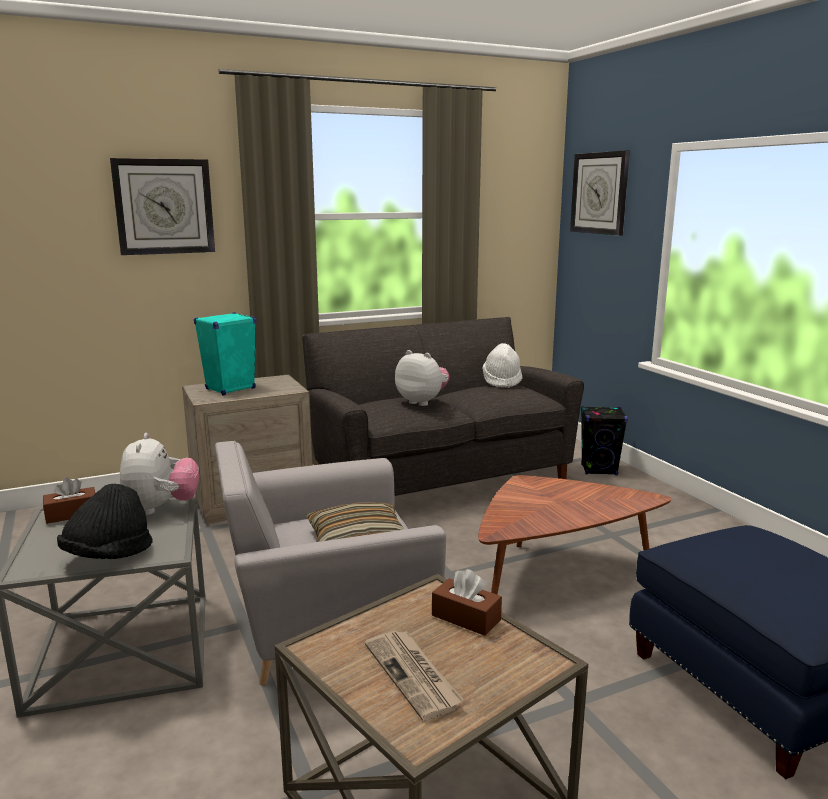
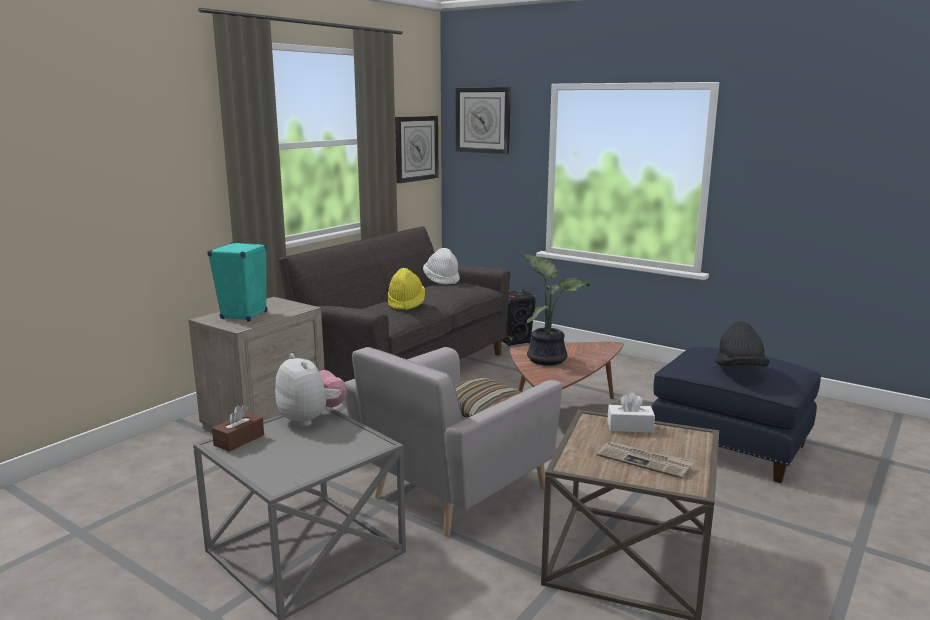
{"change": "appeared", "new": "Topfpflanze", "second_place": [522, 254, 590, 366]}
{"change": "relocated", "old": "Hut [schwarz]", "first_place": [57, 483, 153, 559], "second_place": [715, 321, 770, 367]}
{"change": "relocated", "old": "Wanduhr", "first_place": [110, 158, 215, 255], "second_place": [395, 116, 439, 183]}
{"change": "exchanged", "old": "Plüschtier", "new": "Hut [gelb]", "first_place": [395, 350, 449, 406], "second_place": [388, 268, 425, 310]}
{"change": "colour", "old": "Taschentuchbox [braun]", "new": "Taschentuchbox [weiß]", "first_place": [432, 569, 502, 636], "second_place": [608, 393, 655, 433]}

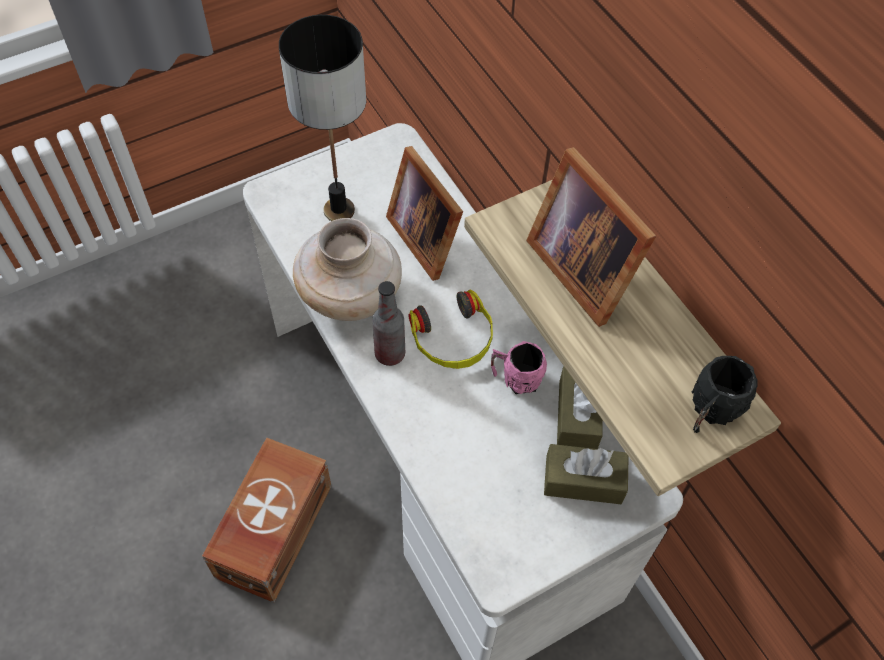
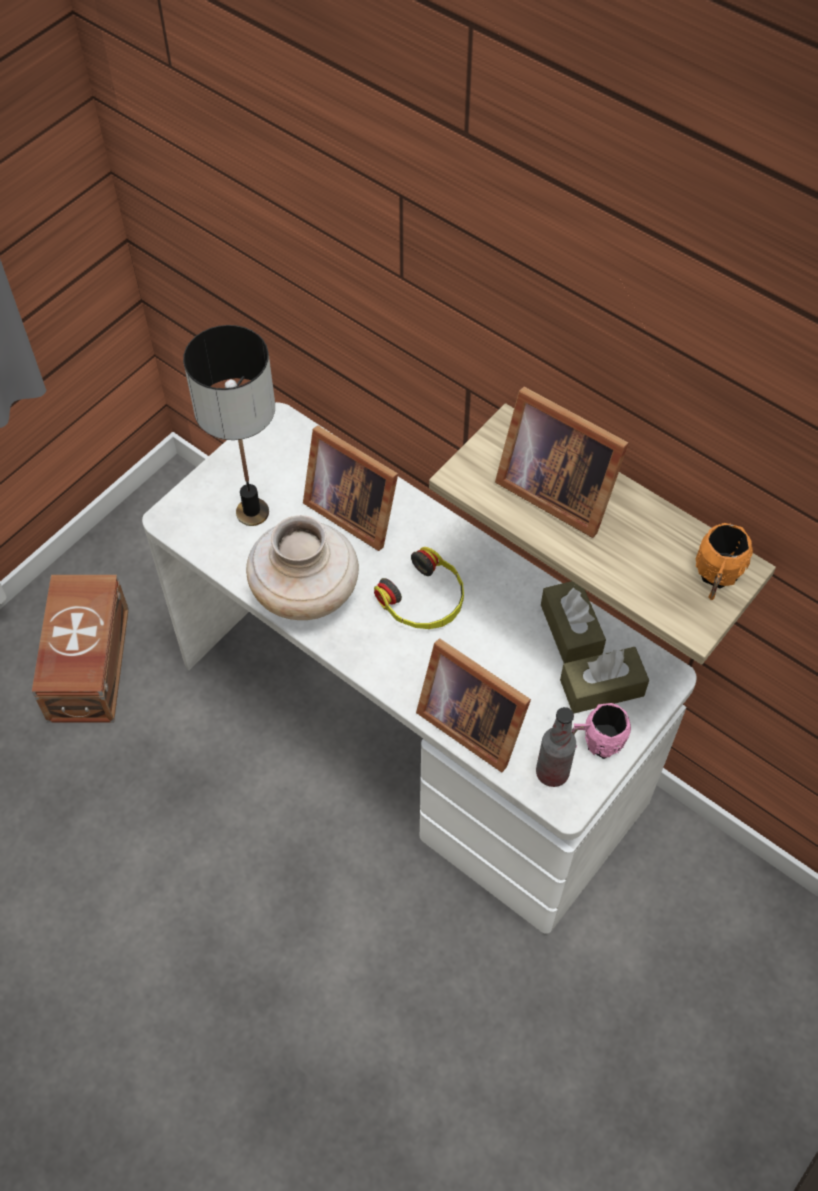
{"change": "appeared", "new": "Bilderrahmen", "second_place": [416, 638, 531, 772]}
{"change": "relocated", "old": "Aufbewahrungsbox [braun]", "first_place": [202, 438, 331, 603], "second_place": [32, 575, 129, 723]}
{"change": "relocated", "old": "Flasche", "first_place": [372, 281, 405, 366], "second_place": [536, 707, 576, 787]}
{"change": "relocated", "old": "Henkelbecher [rosa]", "first_place": [491, 341, 547, 394], "second_place": [572, 703, 631, 759]}
{"change": "colour", "old": "Henkelbecher [schwarz]", "new": "Henkelbecher [orange]", "first_place": [692, 356, 757, 433], "second_place": [696, 523, 753, 600]}

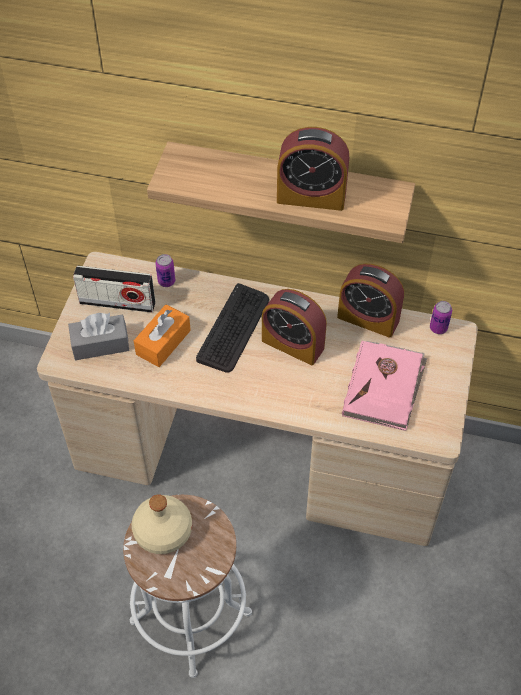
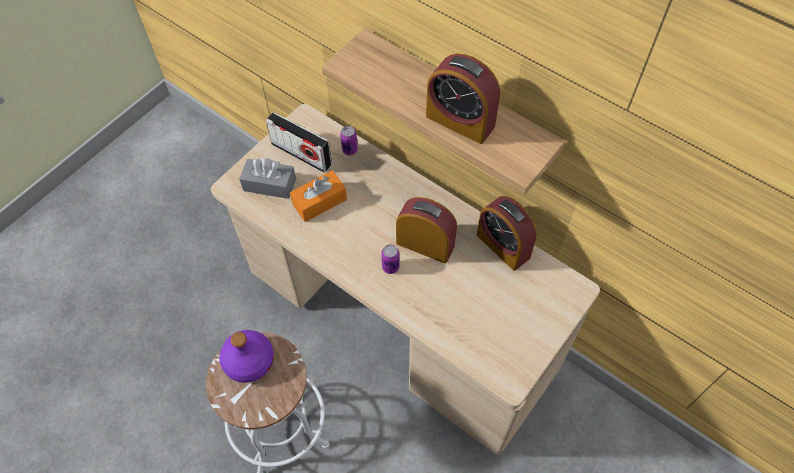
{"change": "missing", "old": "Tastatur", "first_place": [196, 283, 269, 373]}
{"change": "missing", "old": "Buch [rosa]", "first_place": [342, 341, 427, 431]}
{"change": "relocated", "old": "Dose", "first_place": [430, 301, 452, 334], "second_place": [381, 245, 400, 274]}
{"change": "colour", "old": "Flasche [beige]", "new": "Flasche [lila]", "first_place": [132, 494, 192, 554], "second_place": [219, 330, 274, 383]}
{"change": "spun", "old": "Wecker", "first_place": [262, 289, 327, 365], "second_place": [396, 197, 457, 263], "degrees": 150}

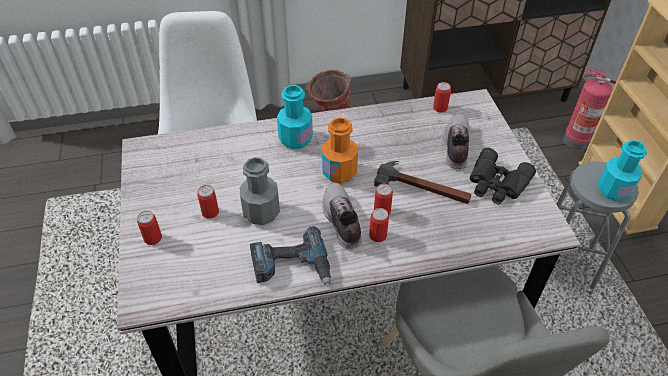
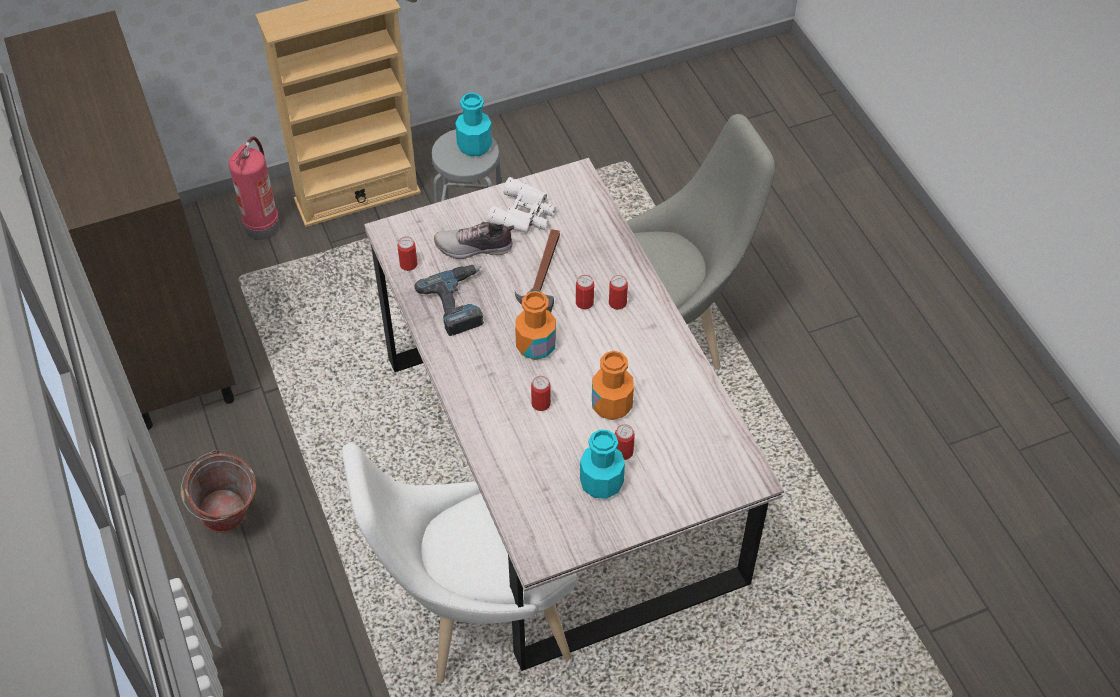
{"change": "missing", "old": "Schuh", "first_place": [322, 183, 362, 249]}
{"change": "relocated", "old": "Dose", "first_place": [137, 211, 162, 245], "second_place": [531, 376, 551, 411]}
{"change": "relocated", "old": "Bohrmaschine", "first_place": [250, 226, 331, 286], "second_place": [414, 265, 484, 336]}
{"change": "relocated", "old": "Flasche [türkis]", "first_place": [277, 85, 313, 149], "second_place": [580, 430, 625, 499]}
{"change": "colour", "old": "Flasche [grau]", "new": "Flasche [orange]", "first_place": [239, 157, 280, 225], "second_place": [592, 351, 634, 420]}
{"change": "colour", "old": "Fernglas [schwarz]", "new": "Fernglas [weiß]", "first_place": [470, 148, 536, 204], "second_place": [487, 177, 556, 233]}

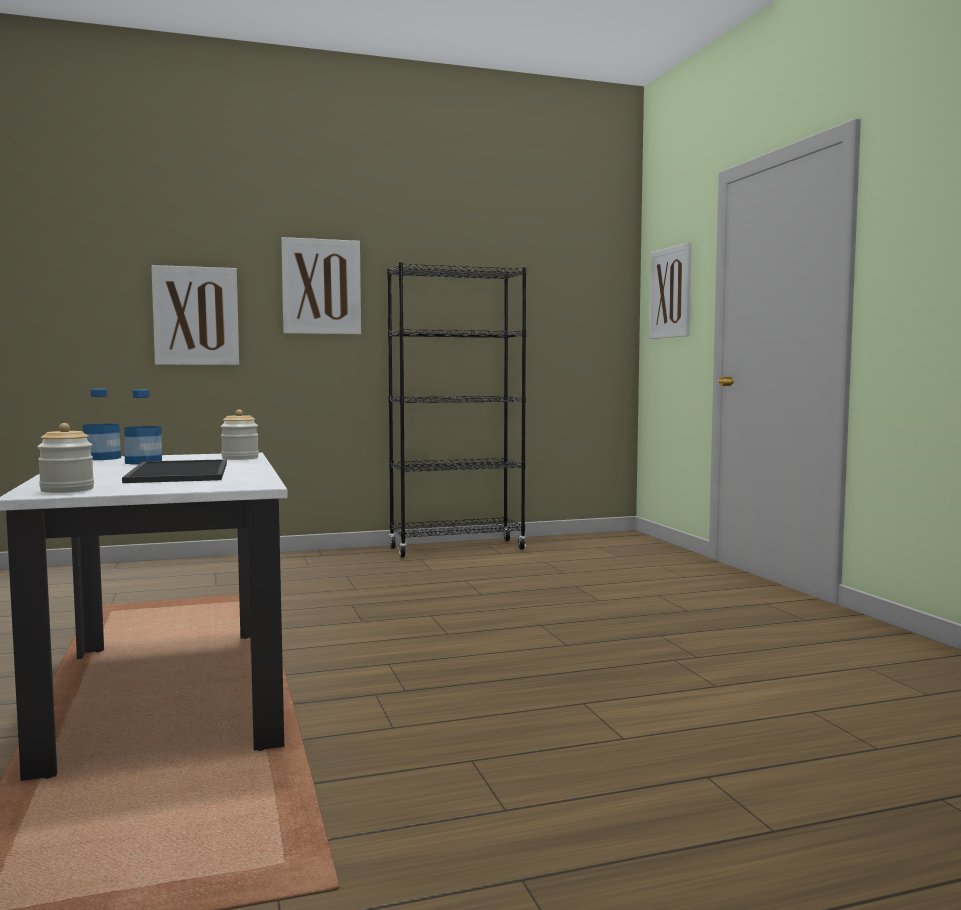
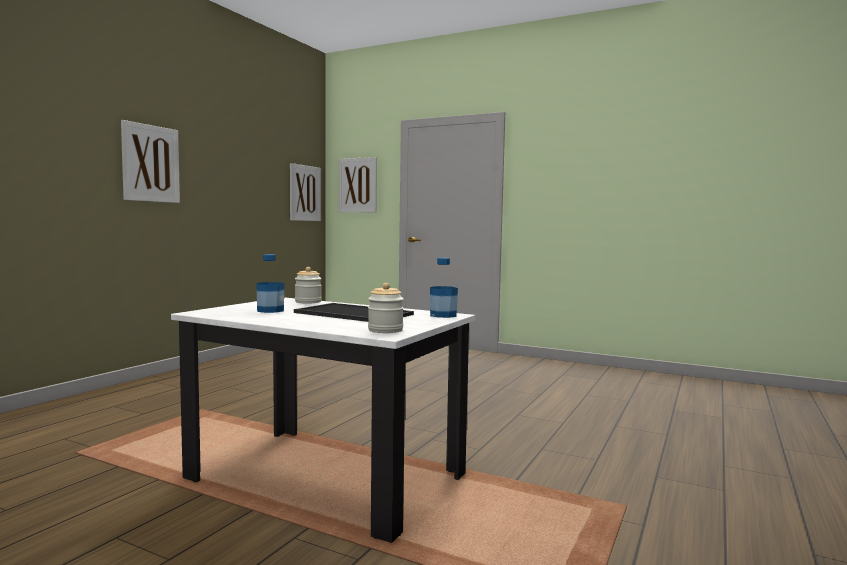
{"change": "missing", "old": "Bücherregal [schwarz]", "first_place": [387, 262, 526, 558]}
{"change": "relocated", "old": "Flasche", "first_place": [83, 389, 121, 460], "second_place": [430, 258, 458, 318]}
{"change": "relocated", "old": "Bild", "first_place": [151, 265, 239, 365], "second_place": [290, 163, 321, 221]}

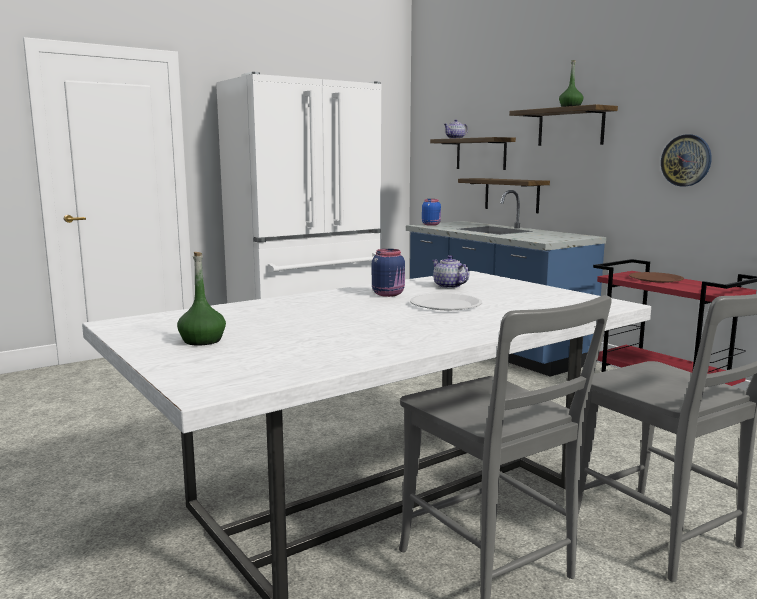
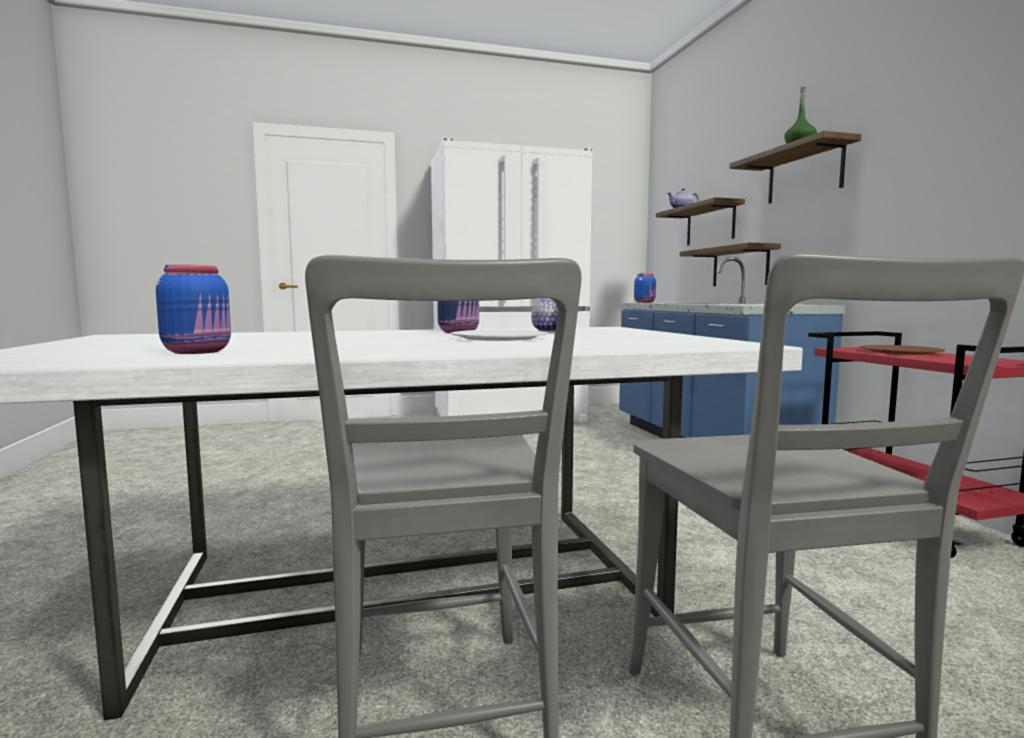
{"change": "missing", "old": "Flasche [grün]", "first_place": [177, 252, 226, 346]}
{"change": "missing", "old": "Wanduhr", "first_place": [661, 134, 712, 187]}
{"change": "appeared", "new": "Vorratsglas [blau]", "second_place": [156, 265, 231, 354]}

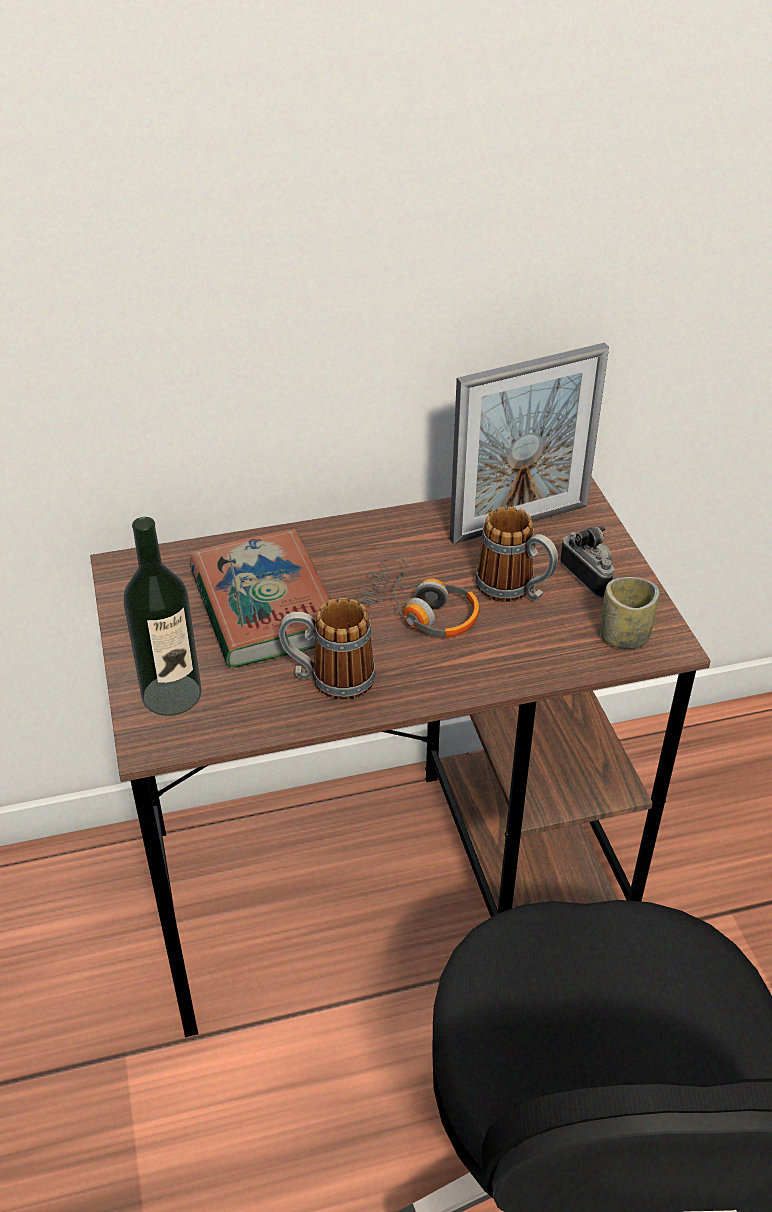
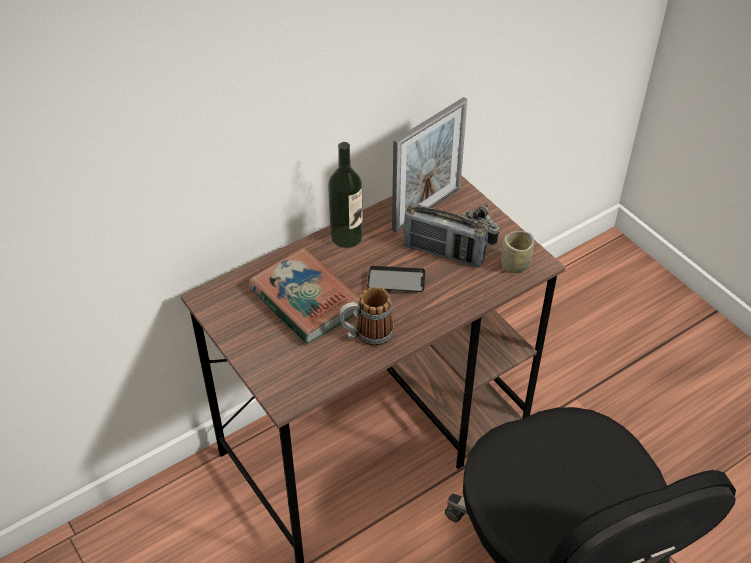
{"change": "relocated", "old": "Flasche", "first_place": [123, 517, 202, 716], "second_place": [328, 142, 363, 248]}
{"change": "exchanged", "old": "Kopfhörer", "new": "Handy", "first_place": [358, 556, 480, 638], "second_place": [367, 266, 425, 292]}
{"change": "exchanged", "old": "Henkelbecher", "new": "Radio", "first_place": [475, 506, 558, 602], "second_place": [404, 203, 489, 267]}

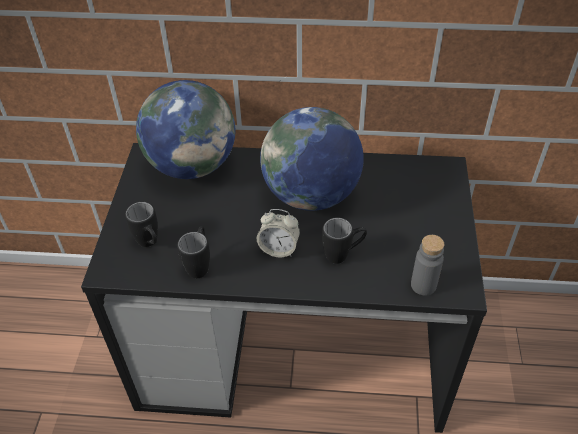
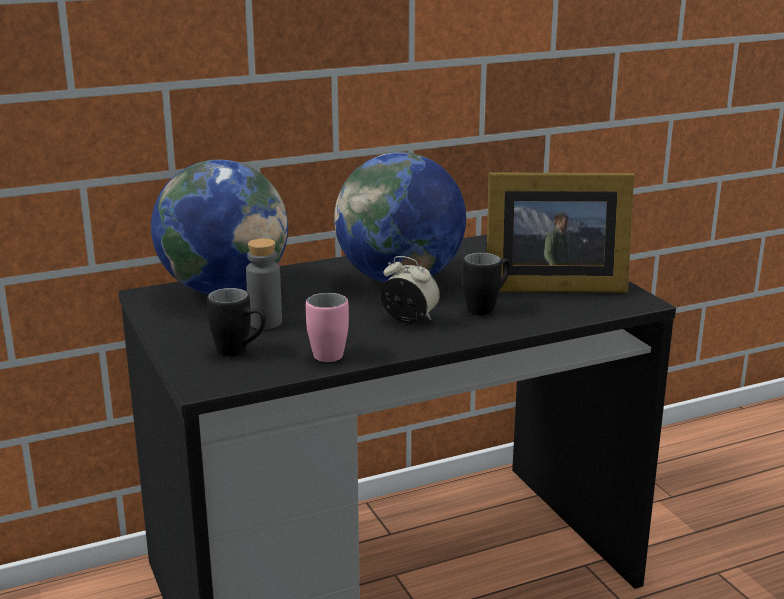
{"change": "appeared", "new": "Bilderrahmen", "second_place": [487, 173, 634, 293]}
{"change": "relocated", "old": "Flasche [grau]", "first_place": [411, 235, 444, 296], "second_place": [246, 238, 282, 329]}
{"change": "colour", "old": "Henkelbecher [schwarz]", "new": "Henkelbecher [rosa]", "first_place": [177, 226, 210, 278], "second_place": [306, 293, 349, 362]}
{"change": "spun", "old": "Wecker", "first_place": [257, 209, 300, 258], "second_place": [380, 256, 440, 324], "degrees": -135}

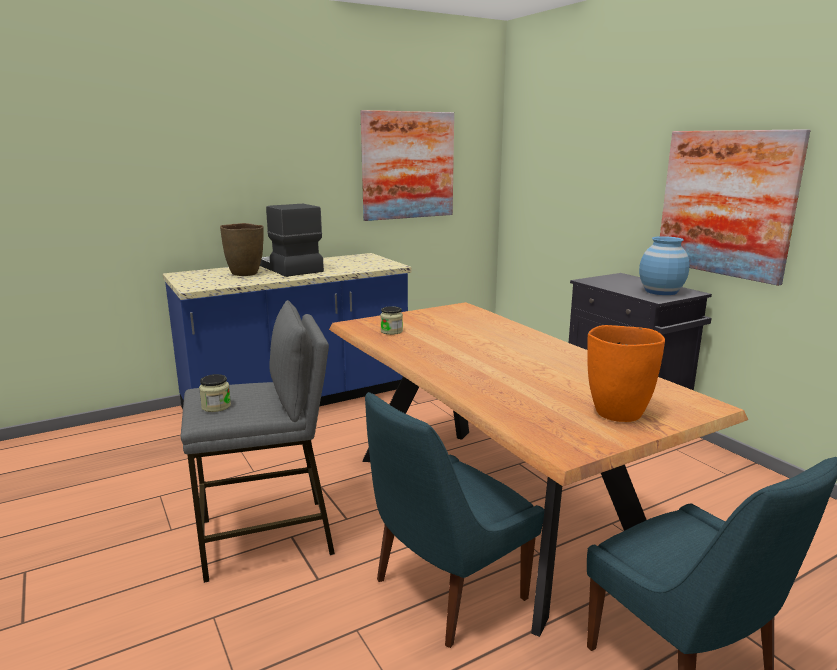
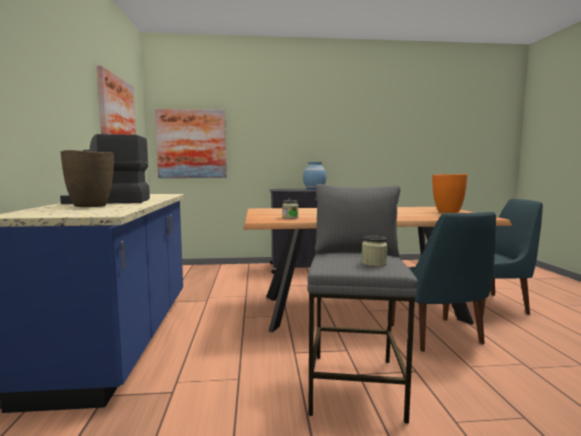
{"change": "relocated", "old": "Bild", "first_place": [660, 129, 810, 286], "second_place": [155, 109, 226, 178]}

